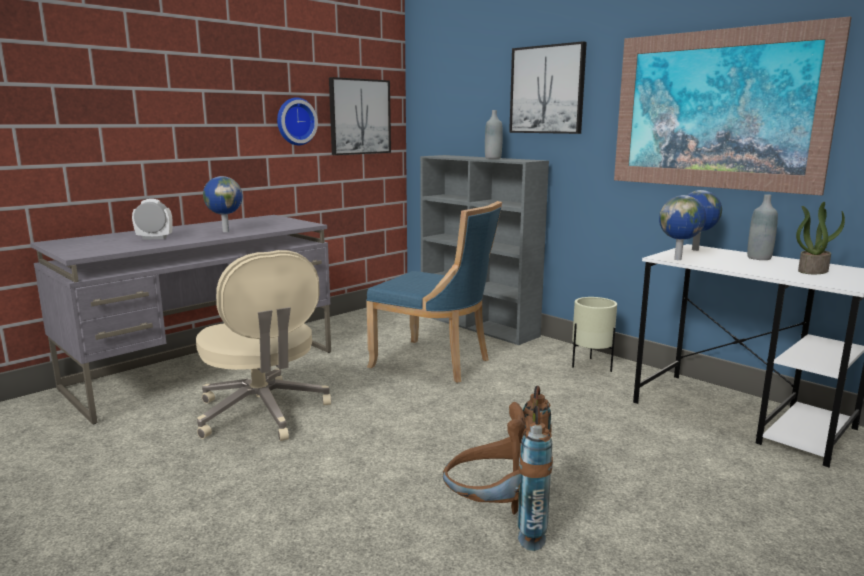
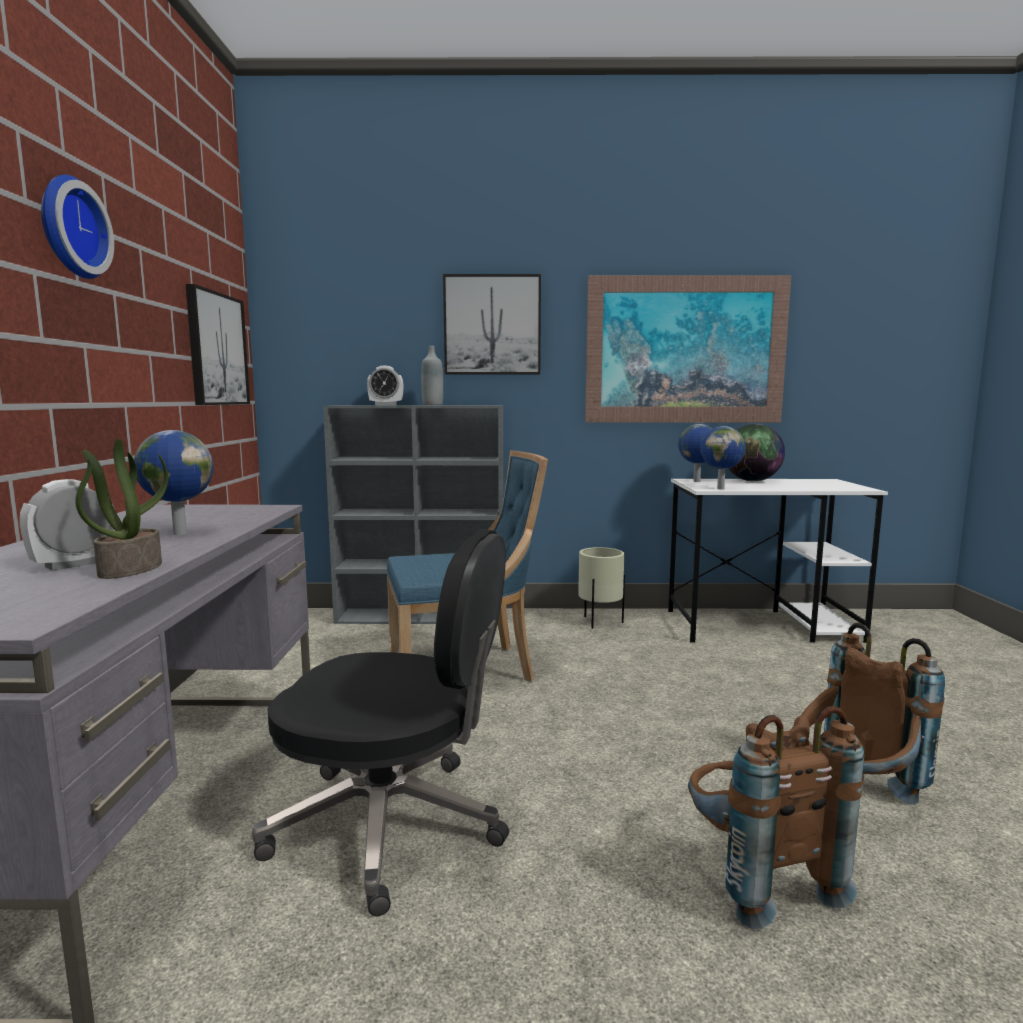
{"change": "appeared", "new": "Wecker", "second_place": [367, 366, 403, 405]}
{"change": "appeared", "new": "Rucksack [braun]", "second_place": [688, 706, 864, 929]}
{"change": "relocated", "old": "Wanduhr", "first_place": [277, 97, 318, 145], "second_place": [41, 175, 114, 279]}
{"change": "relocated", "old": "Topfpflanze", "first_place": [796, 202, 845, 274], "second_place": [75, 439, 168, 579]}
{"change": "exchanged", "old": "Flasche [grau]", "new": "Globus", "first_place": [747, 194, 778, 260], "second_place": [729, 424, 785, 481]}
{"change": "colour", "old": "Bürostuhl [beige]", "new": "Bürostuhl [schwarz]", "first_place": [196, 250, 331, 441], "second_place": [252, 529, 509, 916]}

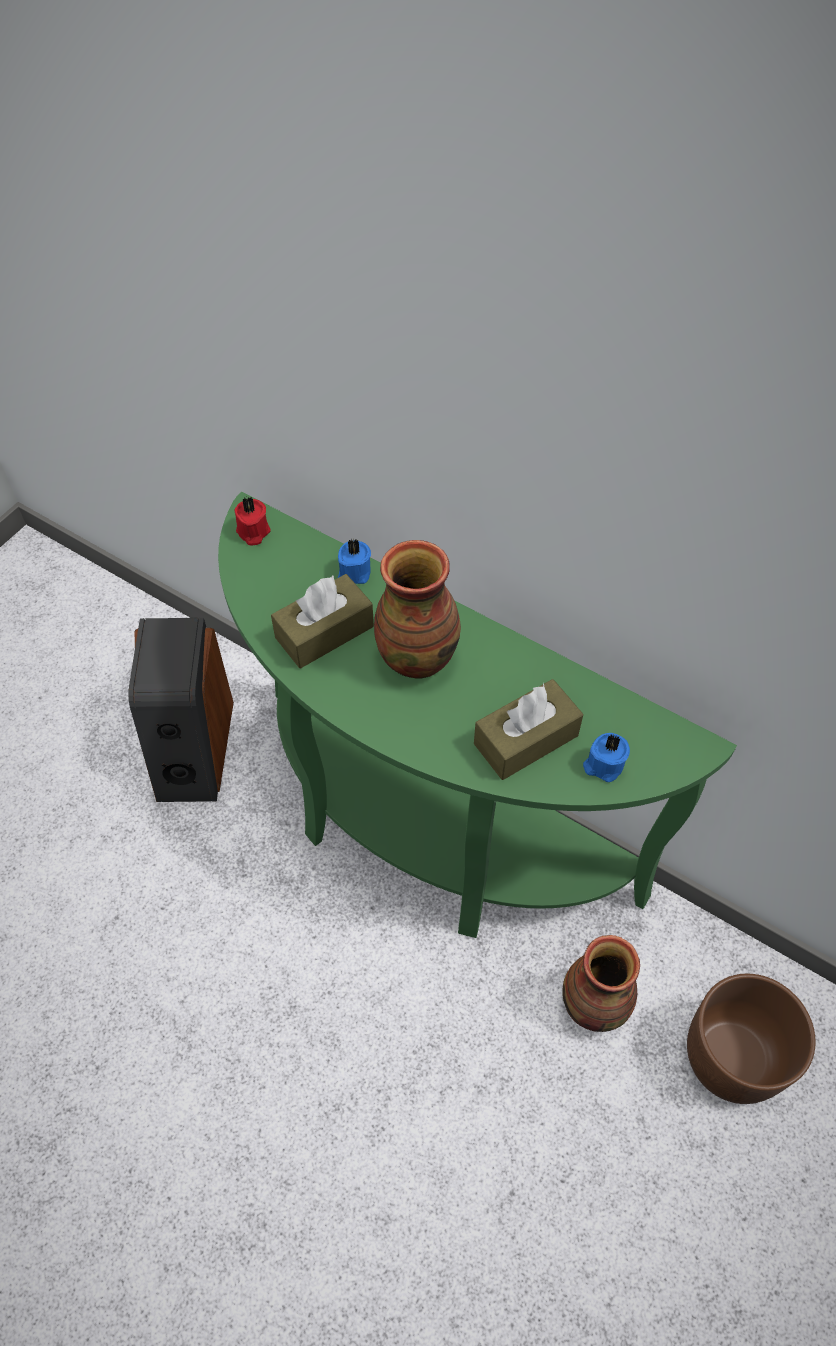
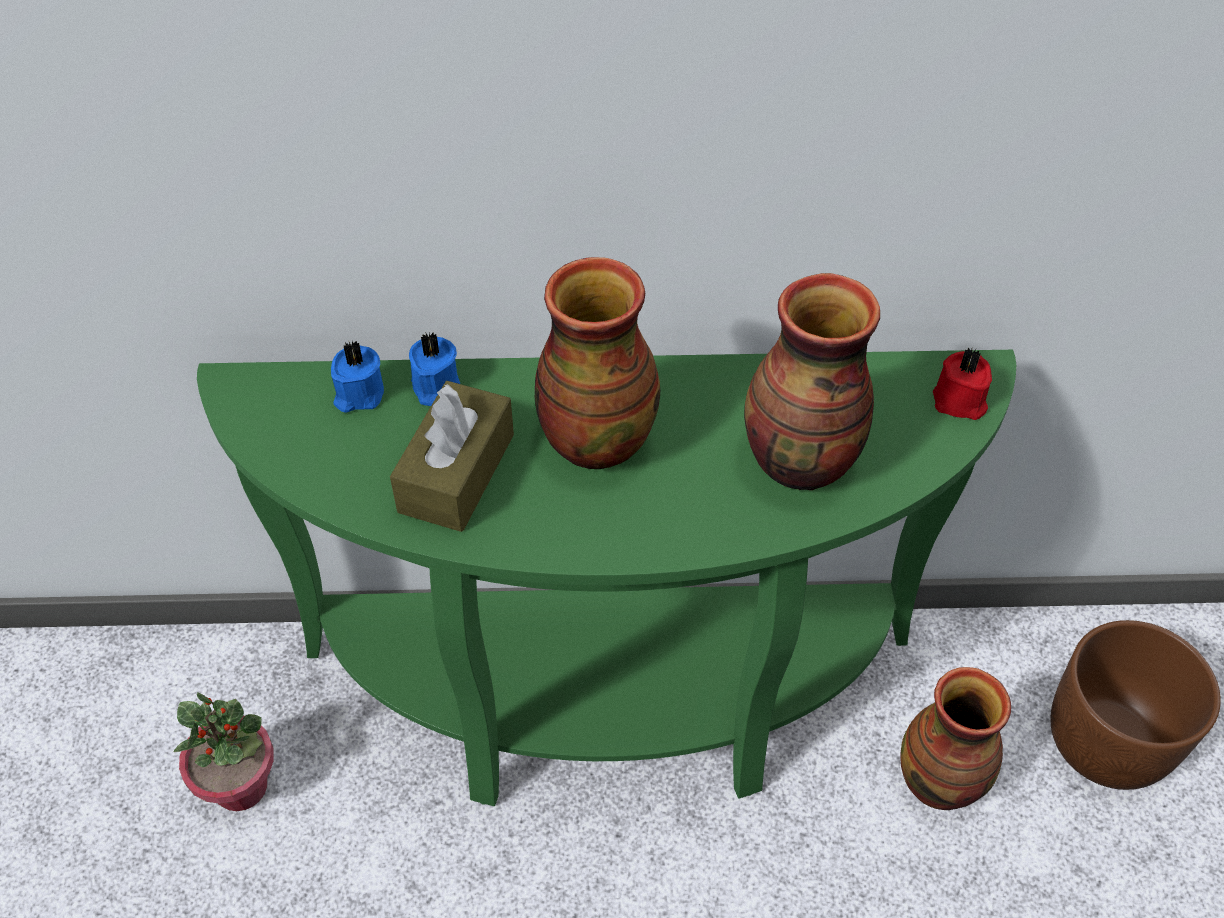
{"change": "relocated", "old": "Kerze [rot]", "first_place": [235, 496, 271, 545], "second_place": [933, 348, 992, 420]}
{"change": "relocated", "old": "Kerze [blau]", "first_place": [583, 733, 630, 782], "second_place": [331, 341, 384, 413]}
{"change": "exchanged", "old": "Lautsprecher", "new": "Topfpflanze", "first_place": [129, 618, 234, 802], "second_place": [174, 692, 274, 811]}
{"change": "exchanged", "old": "Taschentuchbox [braun]", "new": "Vase", "first_place": [474, 679, 583, 780], "second_place": [744, 273, 880, 490]}

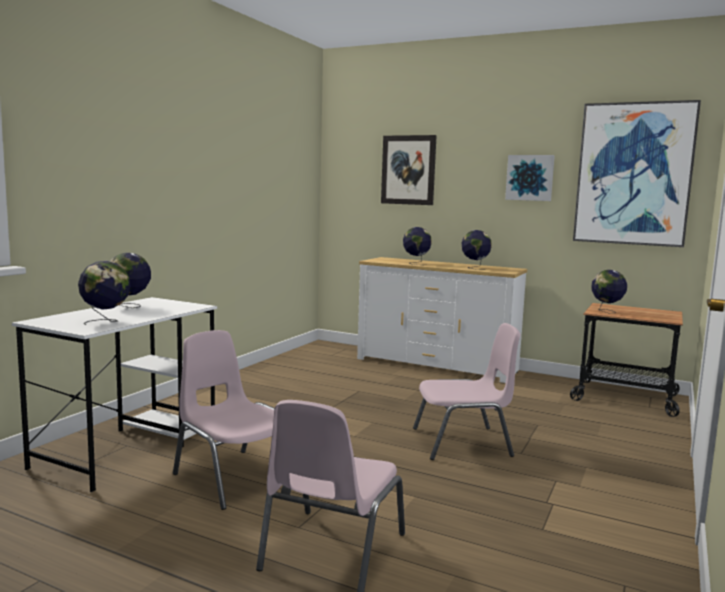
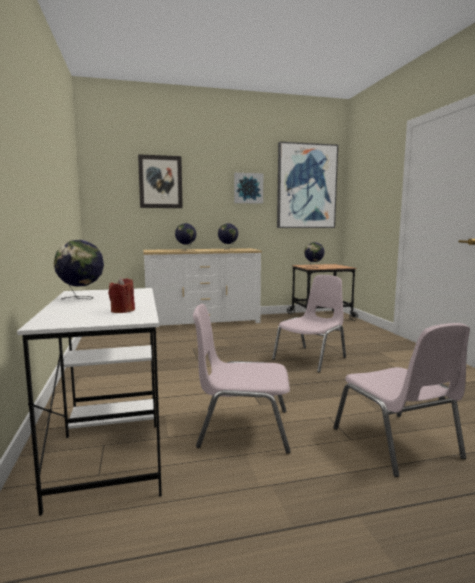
{"change": "exchanged", "old": "Globus", "new": "Kerze [rot]", "first_place": [78, 261, 131, 325], "second_place": [108, 277, 135, 313]}

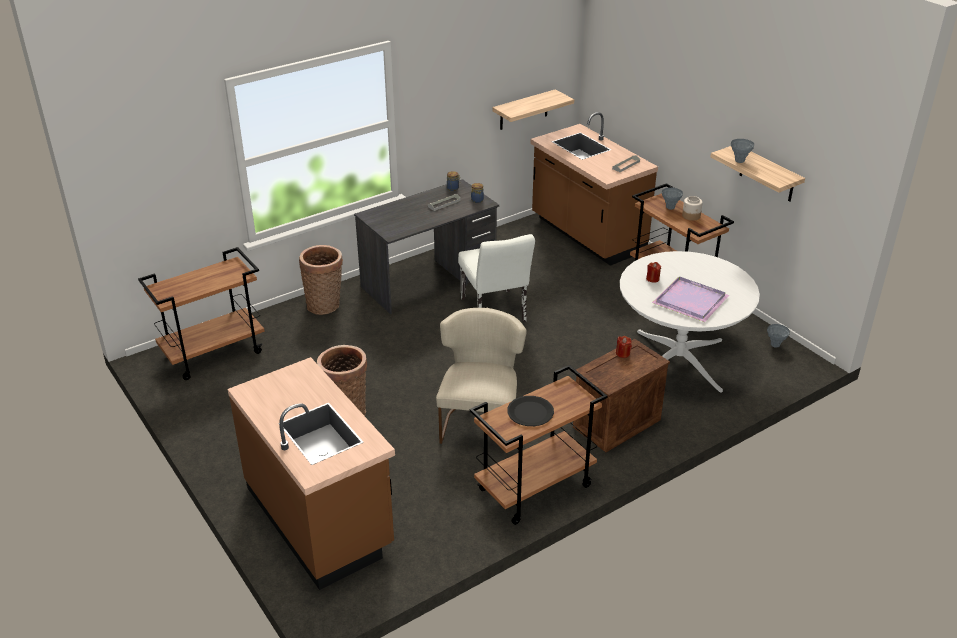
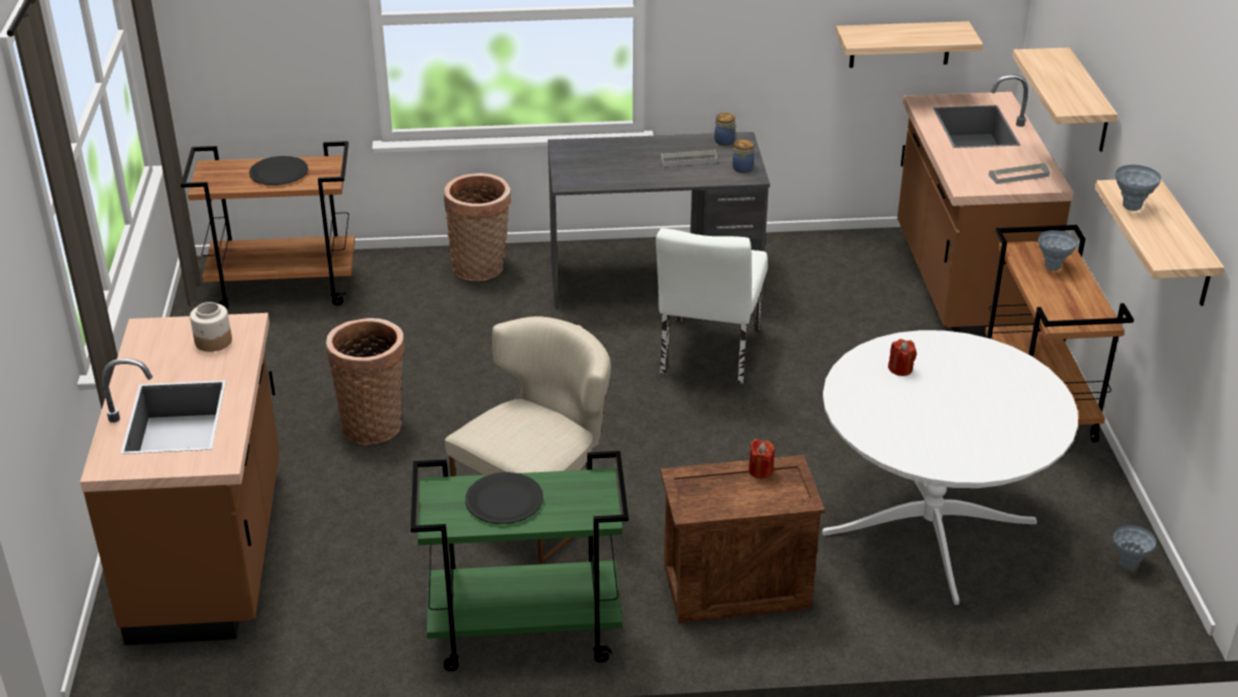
{"change": "missing", "old": "Tablett [lila]", "first_place": [652, 277, 729, 322]}
{"change": "appeared", "new": "Teller [schwarz]", "second_place": [249, 156, 308, 185]}
{"change": "appeared", "new": "Wandregal", "second_place": [1012, 48, 1118, 152]}
{"change": "relocated", "old": "Vorratsglas", "first_place": [682, 196, 703, 221], "second_place": [190, 302, 232, 352]}
{"change": "colour", "old": "Rollwagen [braun]", "new": "Rollwagen [grün]", "first_place": [469, 365, 608, 525], "second_place": [411, 451, 629, 671]}

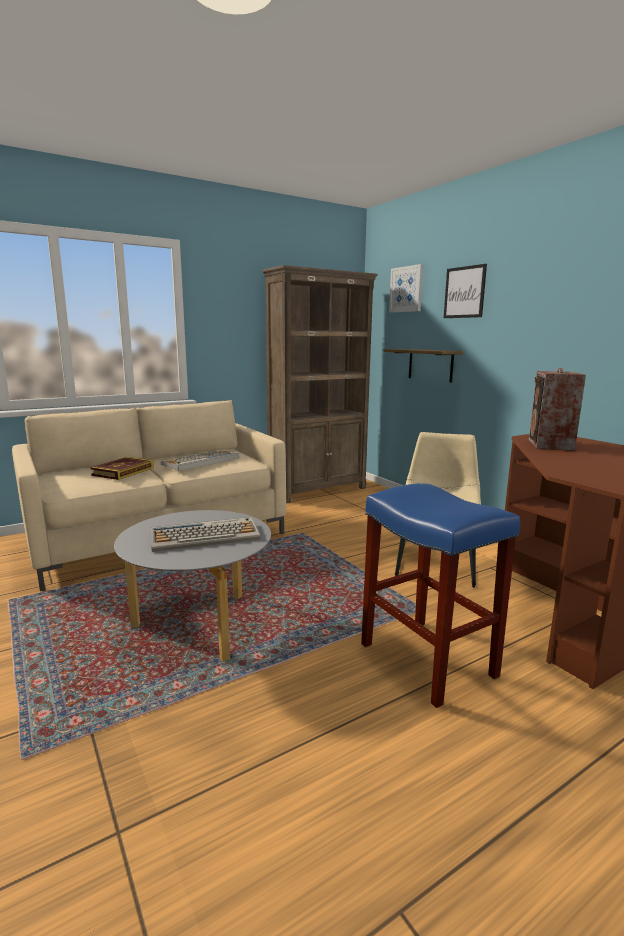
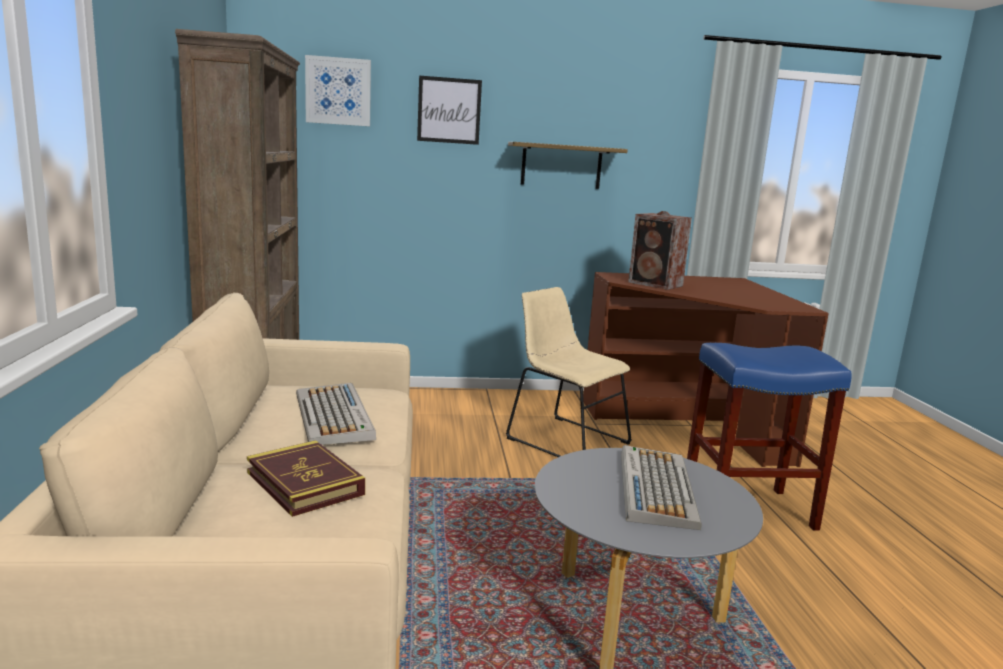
{"change": "relocated", "old": "Wandregal", "first_place": [384, 349, 464, 383], "second_place": [508, 142, 628, 189]}

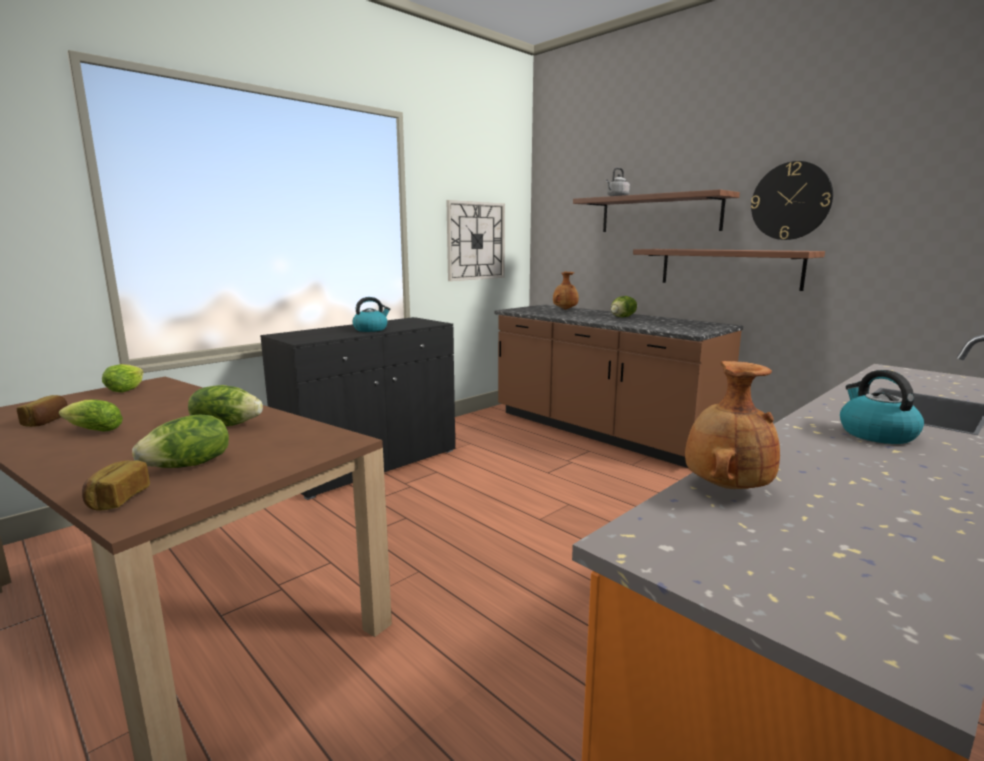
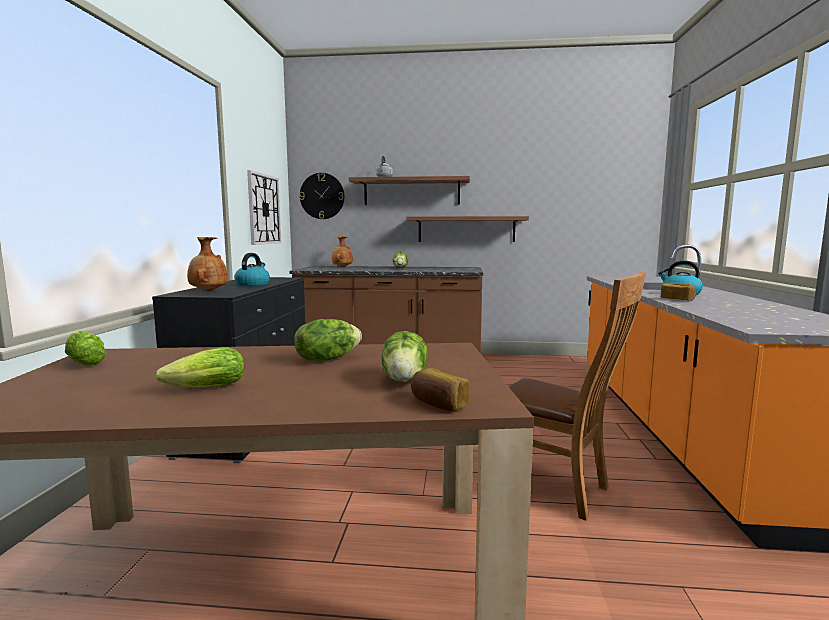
{"change": "appeared", "new": "Stuhl [braun]", "second_place": [508, 272, 646, 521]}
{"change": "relocated", "old": "Brot", "first_place": [16, 395, 68, 427], "second_place": [661, 283, 696, 301]}
{"change": "relocated", "old": "Vase [braun]", "first_place": [685, 361, 780, 489], "second_place": [187, 237, 228, 291]}
{"change": "relocated", "old": "Wanduhr", "first_place": [751, 161, 833, 240], "second_place": [299, 173, 344, 219]}

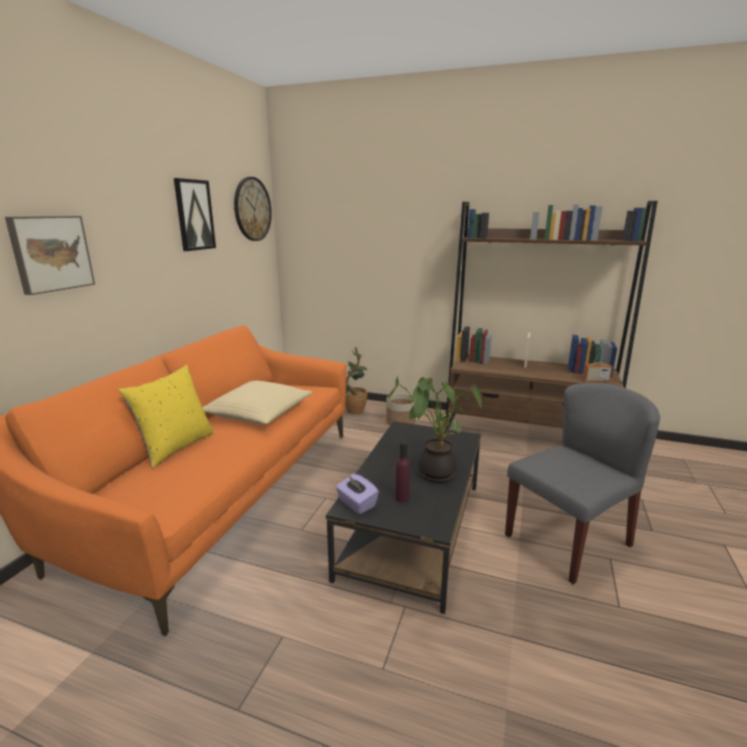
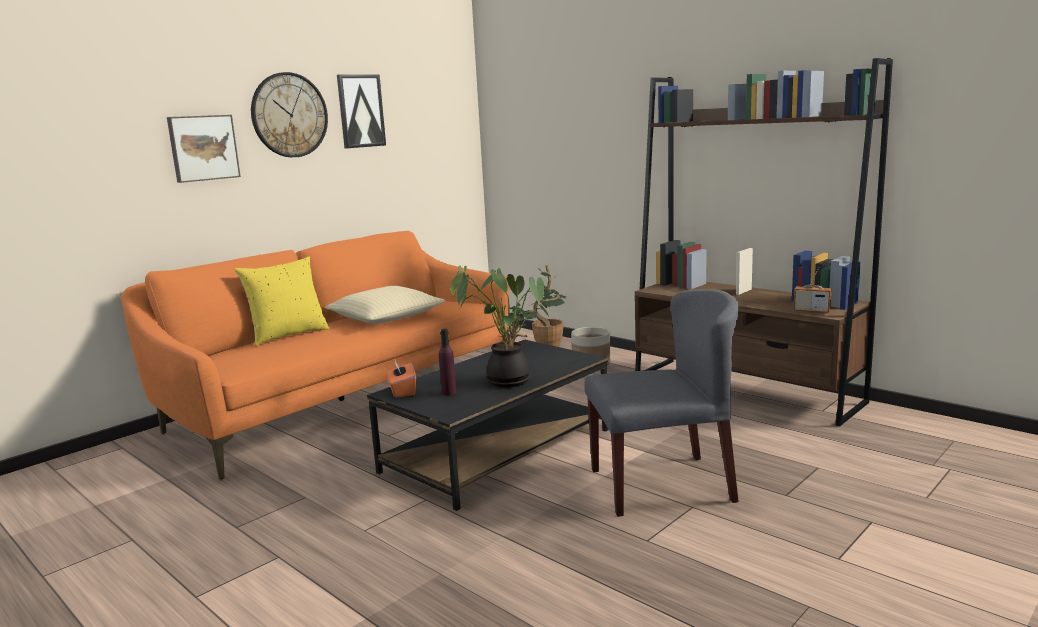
{"change": "relocated", "old": "Wanduhr", "first_place": [234, 177, 272, 241], "second_place": [251, 72, 328, 157]}
{"change": "colour", "old": "Taschentuchbox [lila]", "new": "Taschentuchbox [orange]", "first_place": [336, 474, 379, 514], "second_place": [386, 360, 416, 398]}

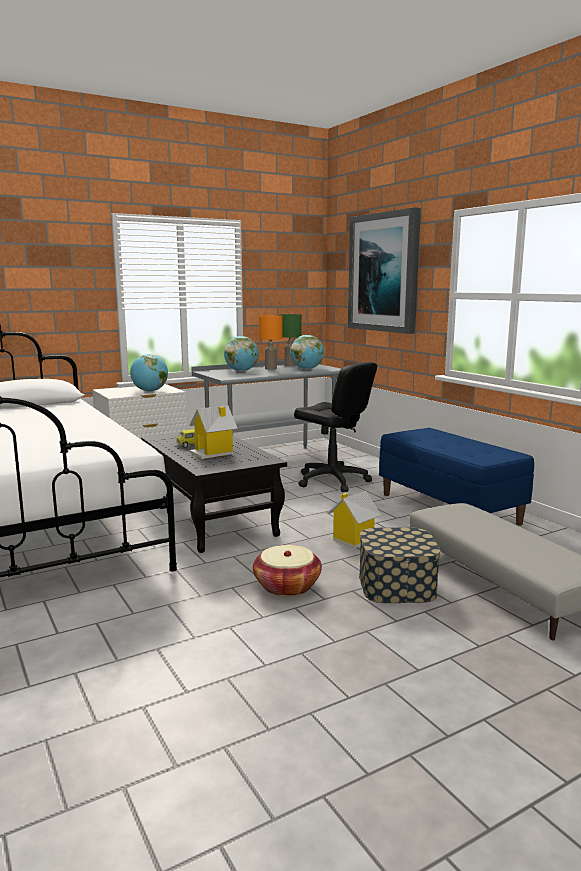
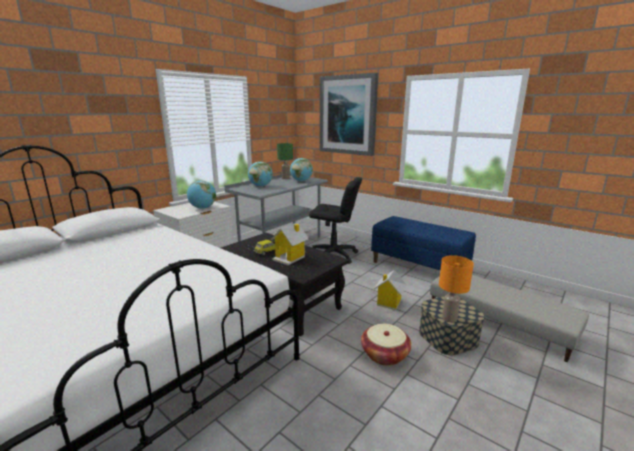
{"change": "relocated", "old": "Tischlampe [orange]", "first_place": [259, 315, 283, 370], "second_place": [439, 255, 474, 323]}

